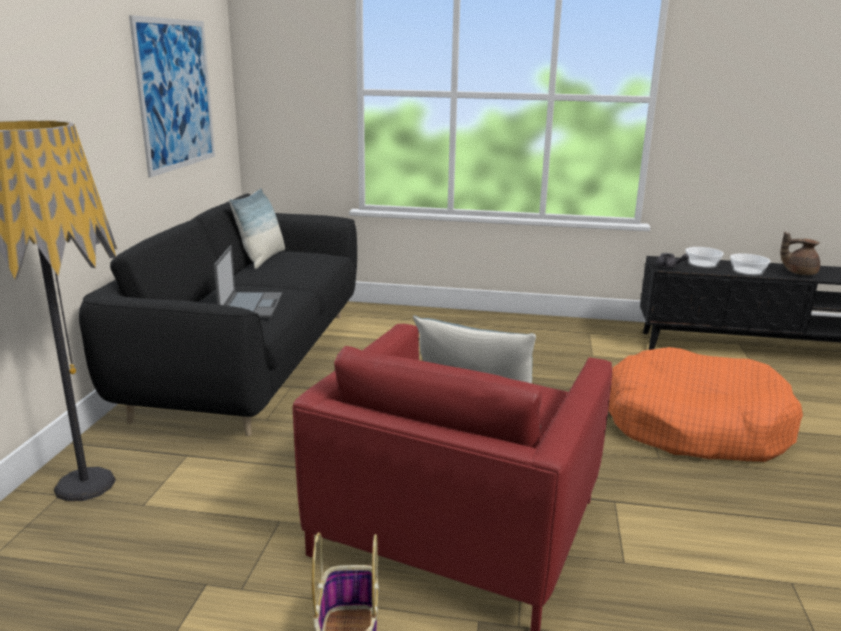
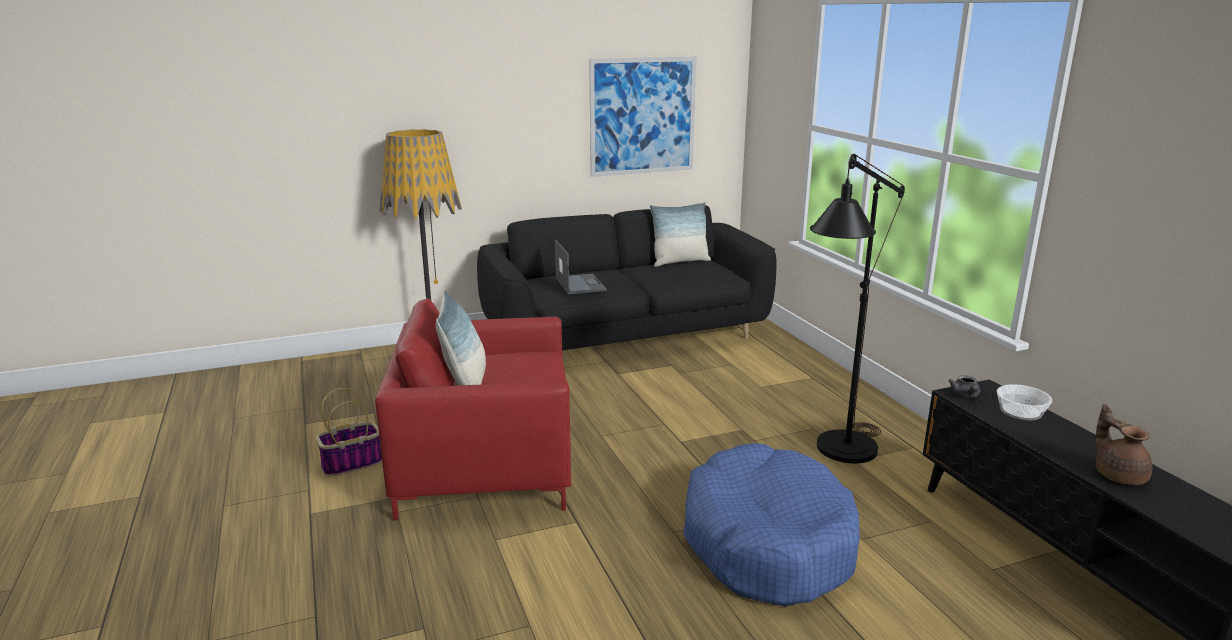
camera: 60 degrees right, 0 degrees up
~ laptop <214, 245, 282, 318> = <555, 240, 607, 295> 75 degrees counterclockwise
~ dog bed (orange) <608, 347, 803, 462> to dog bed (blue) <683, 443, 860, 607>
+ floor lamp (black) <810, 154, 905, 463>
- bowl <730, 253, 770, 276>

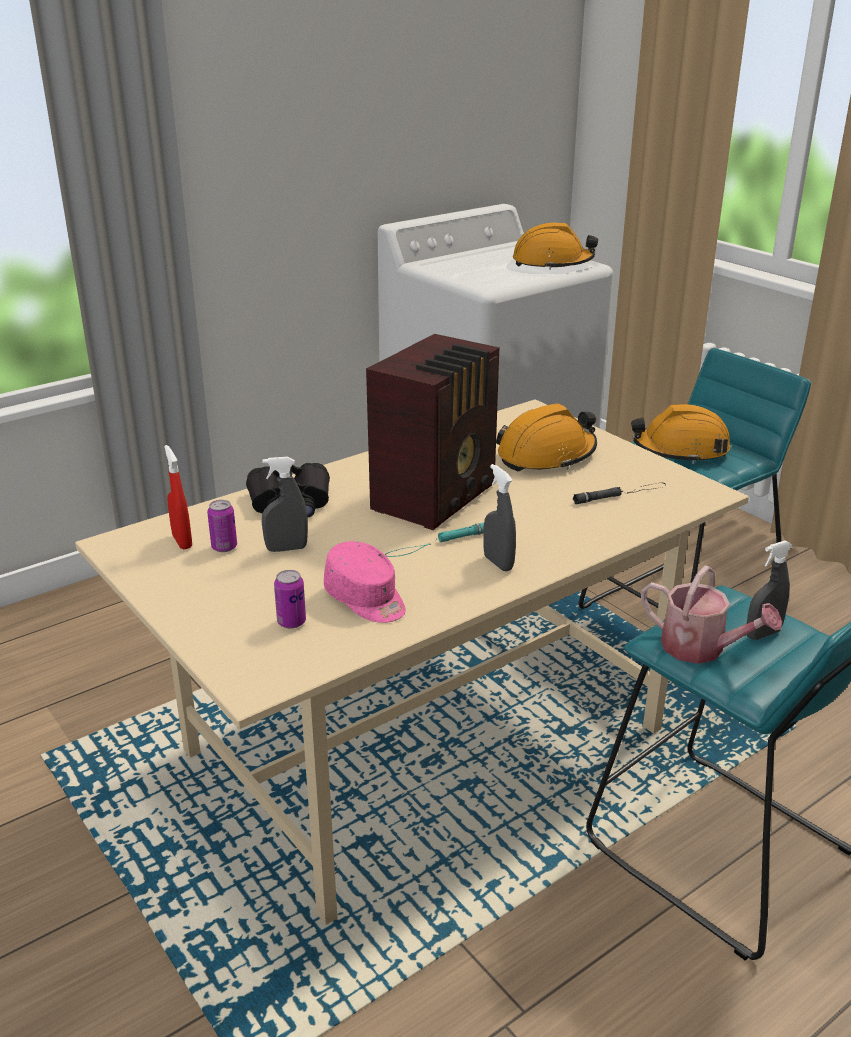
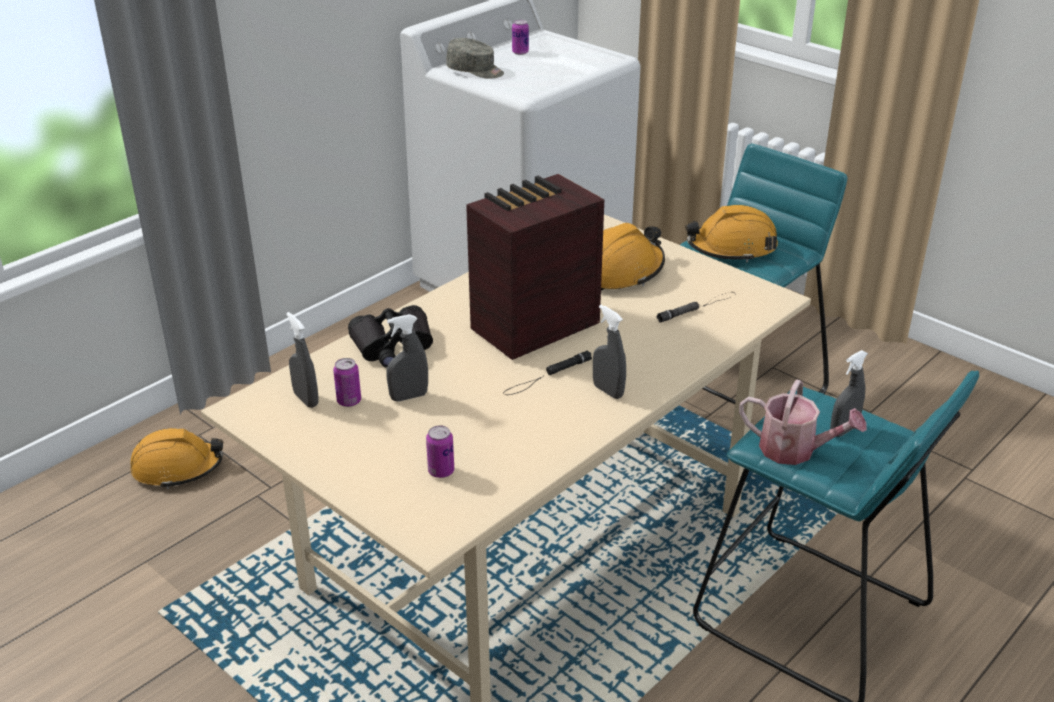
camera: 10 degrees left, 5 degrees up
~ hard hat (orange) <513, 223, 598, 270> to <130, 428, 223, 489>
~ spray bottle (red) <164, 445, 192, 549> to spray bottle (grey) <286, 312, 319, 408>
+ cap (grey) <446, 38, 504, 79>
~ radio <366, 334, 500, 530> = <466, 174, 604, 360> 150 degrees counterclockwise
~ flashlight (turquoise) <385, 522, 484, 557> to flashlight (black) <503, 350, 592, 395>
+ can <512, 20, 529, 55>
- cap (pink) <324, 541, 406, 623>

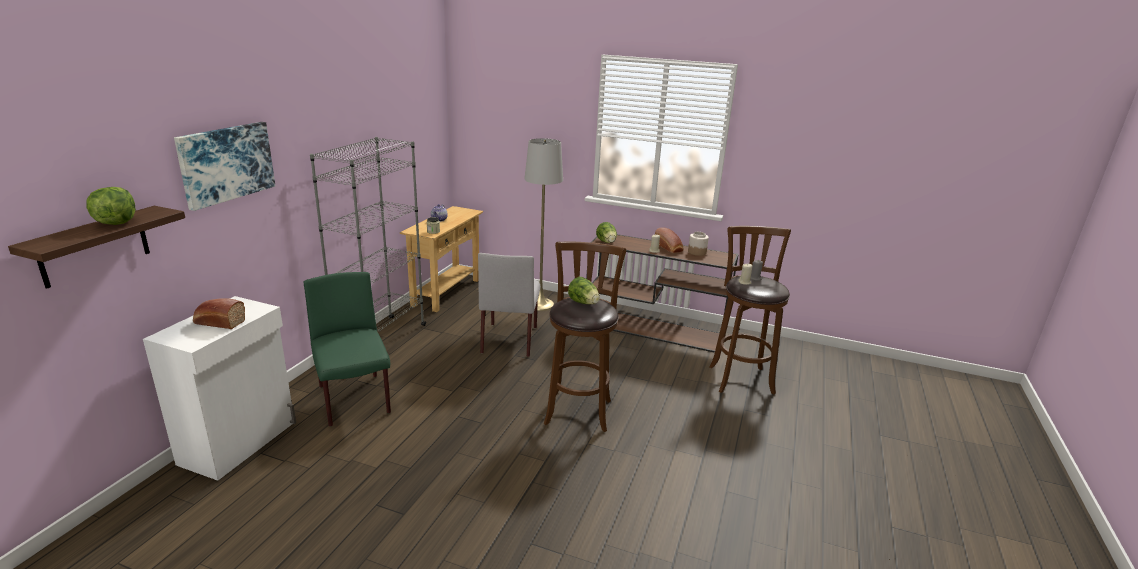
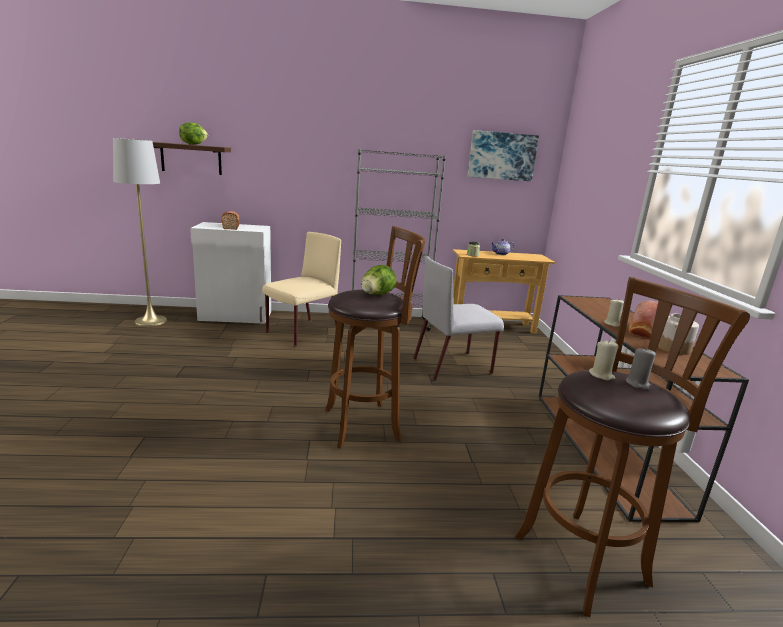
camera: 65 degrees right, 5 degrees down
~ floor lamp (grey) <524, 138, 563, 311> to <113, 138, 167, 327>
~ chair (green) <304, 272, 391, 427> to chair (beige) <262, 232, 341, 346>
~ picture <174, 122, 275, 211> to <468, 130, 539, 181>
- lettuce <596, 222, 617, 243>

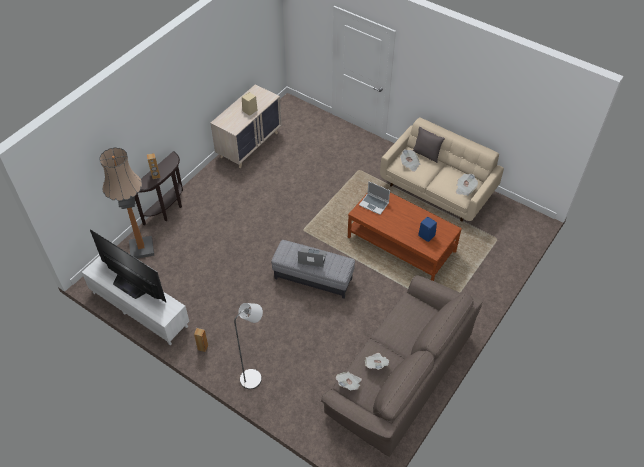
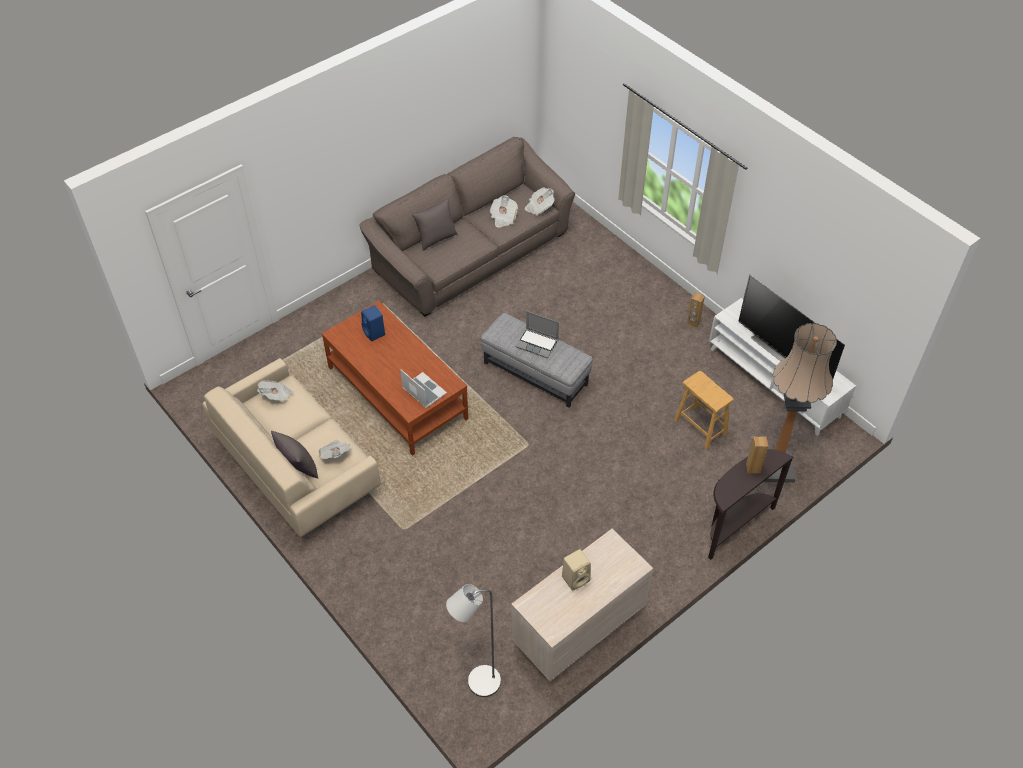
camera: 165 degrees left, 0 degrees up
+ pillow (grey) <412, 199, 457, 251>
~ floor lamp (grey) <234, 303, 263, 389> to <446, 584, 501, 697>
+ stool (brown) <674, 371, 734, 449>

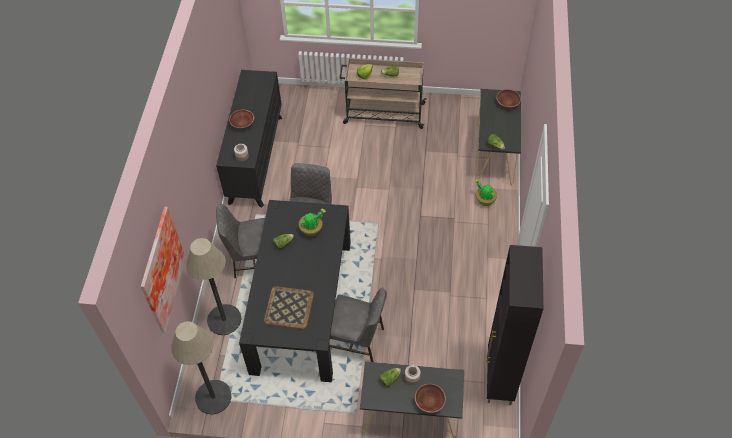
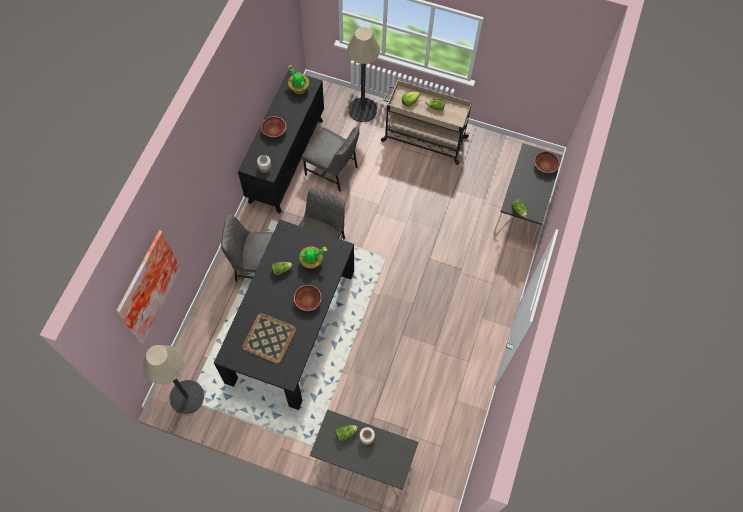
camera: 10 degrees right, 10 degrees up
~ potted plant <474, 179, 497, 206> to <288, 65, 309, 94>
~ bowl (brown) <415, 383, 446, 413> to <294, 285, 322, 311>
~ chair (grey) <330, 288, 387, 362> to <302, 127, 360, 192>
~ floor lamp <186, 238, 242, 335> to <347, 27, 380, 122>
- cabinet (black) <486, 245, 544, 405>

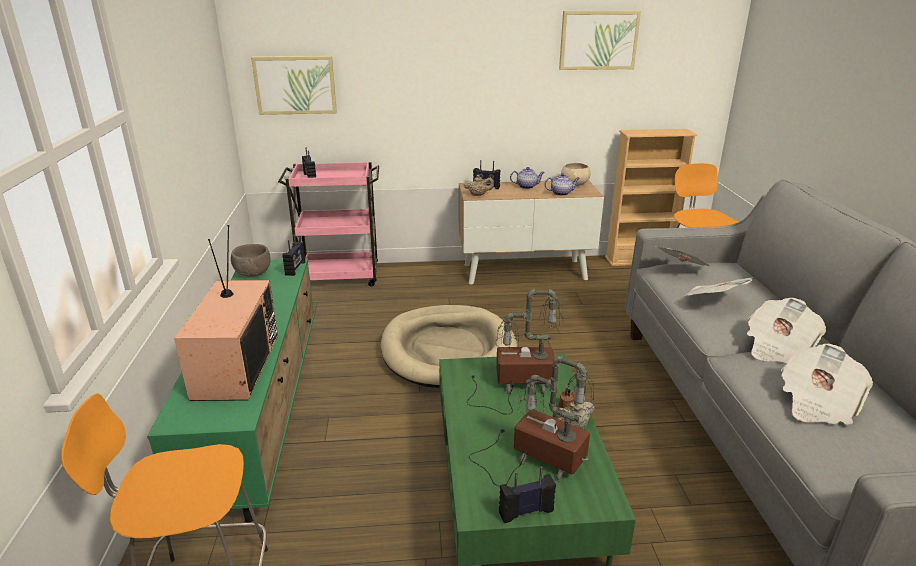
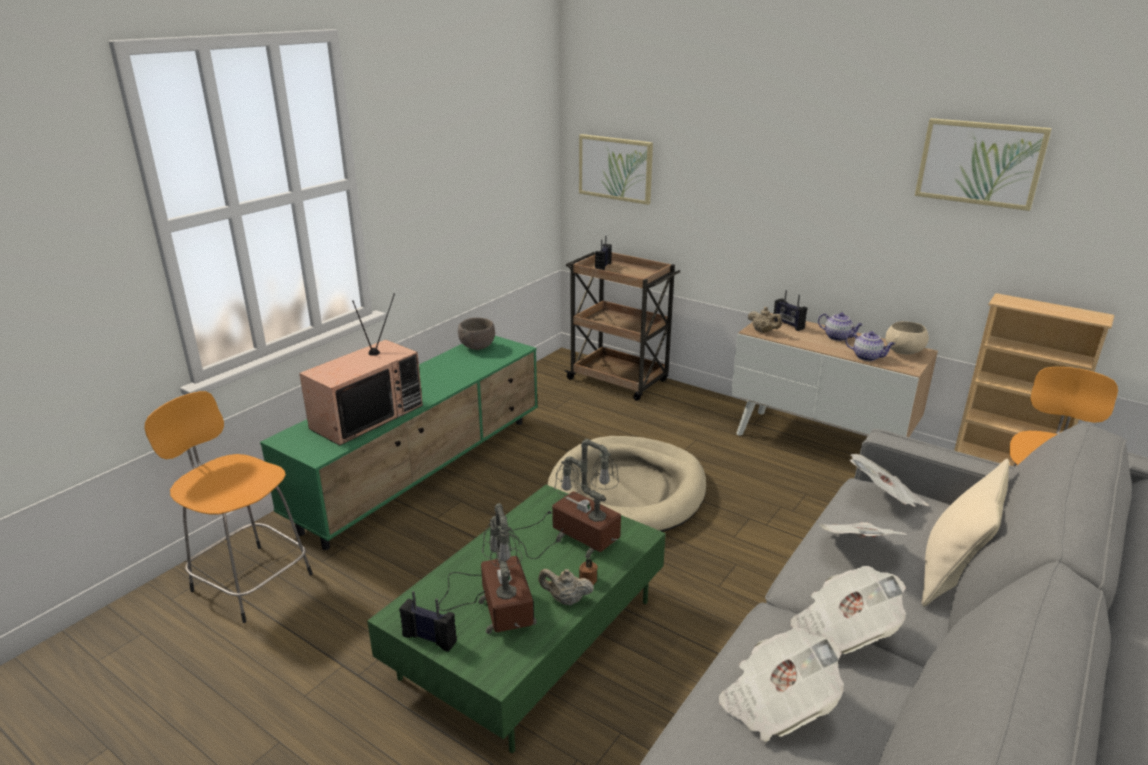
camera: 40 degrees right, 0 degrees up
~ cart (pink) <278, 162, 379, 287> to cart (brown) <565, 252, 680, 401>
+ pillow (beige) <921, 459, 1009, 607>
- radio <282, 234, 305, 276>

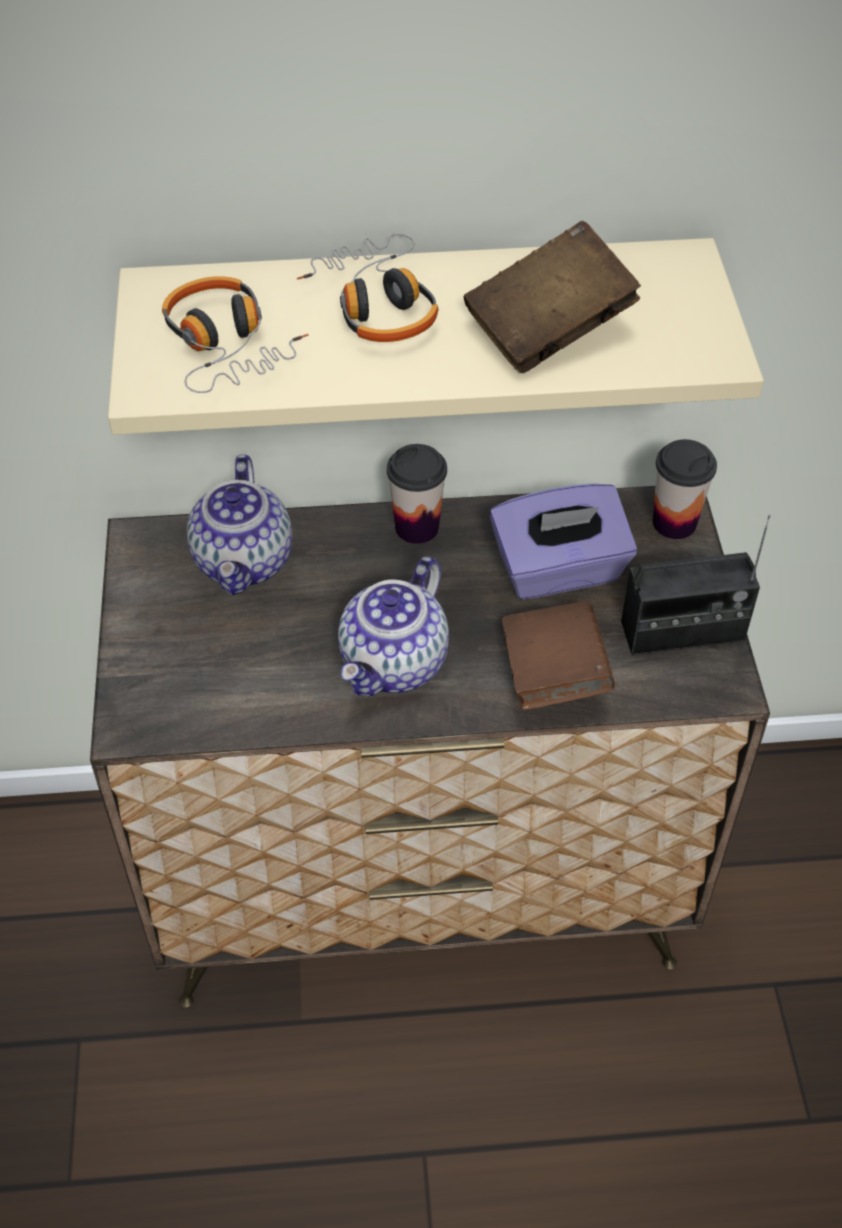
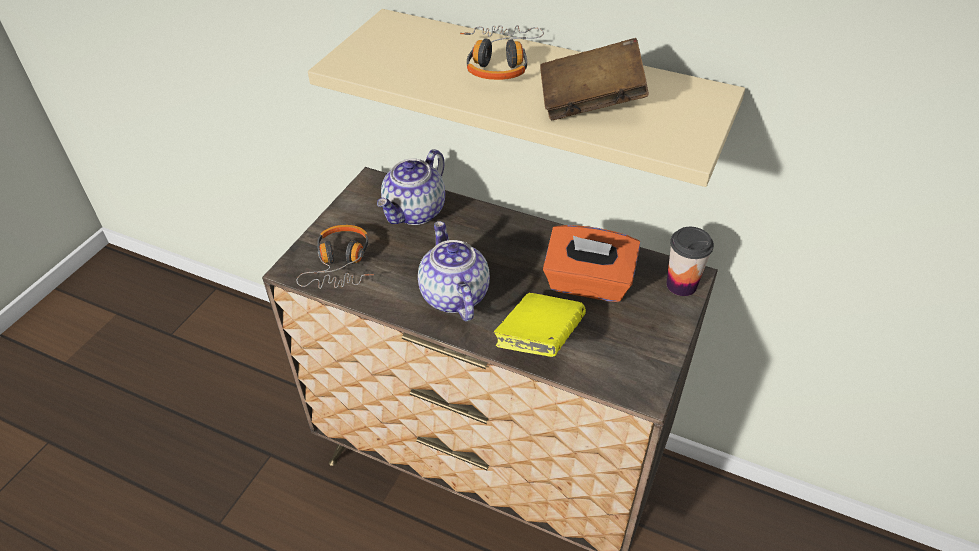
camera: 30 degrees right, 5 degrees down
~ headphones <162, 276, 308, 393> to <296, 225, 374, 289>
~ teapot <338, 556, 449, 696> = <418, 221, 490, 322> 105 degrees clockwise
~ book (brown) <502, 602, 615, 710> to book (yellow) <494, 293, 586, 357>
~ tissue box (purple) <489, 483, 637, 599> to tissue box (orange) <543, 225, 640, 302>
- cup <387, 444, 447, 544>
- radio <621, 515, 770, 655>

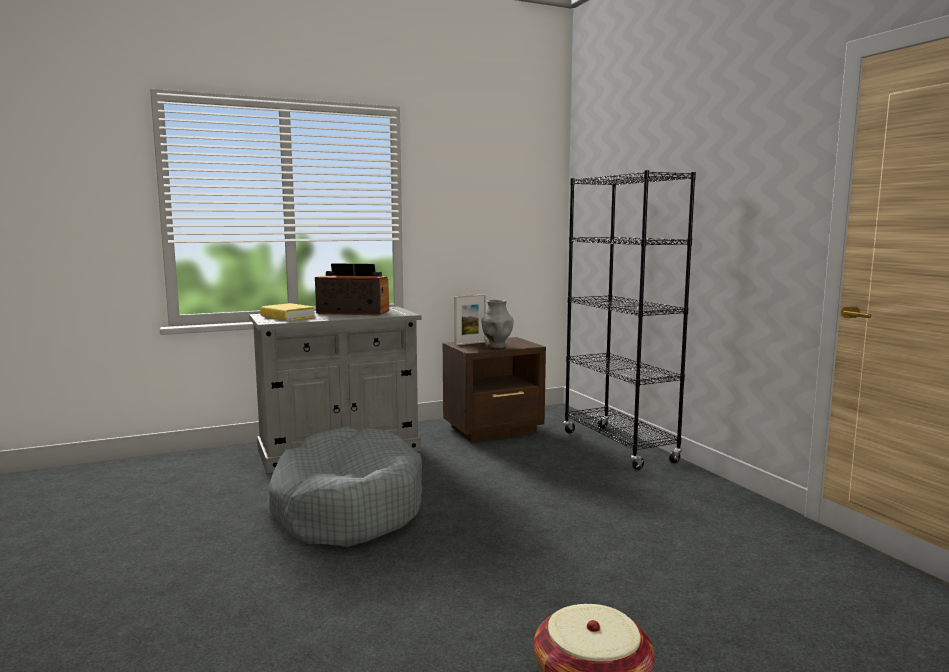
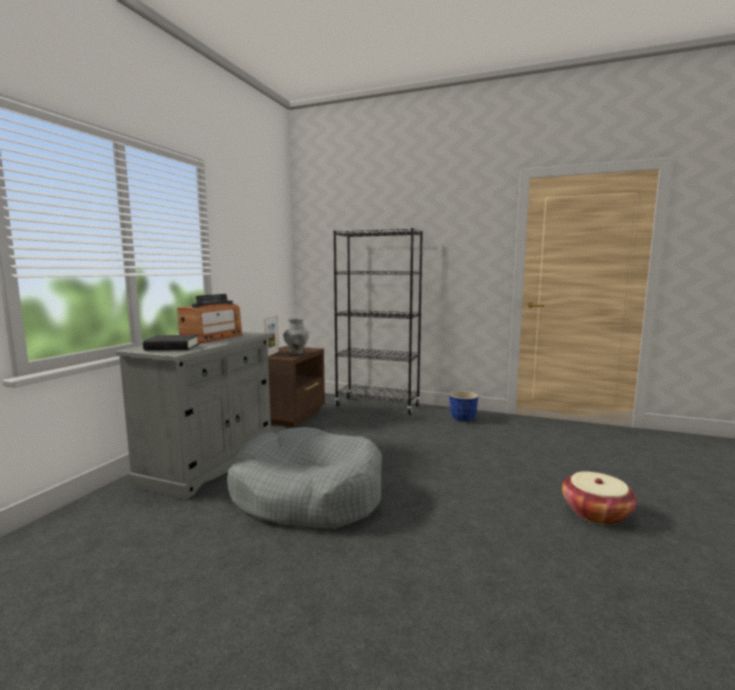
camera: 45 degrees left, 0 degrees up
~ book (yellow) <260, 303, 316, 321> to book (black) <143, 335, 199, 350>
~ radio <315, 263, 389, 316> = <177, 294, 242, 343> 150 degrees clockwise
+ planter <449, 391, 478, 421>

